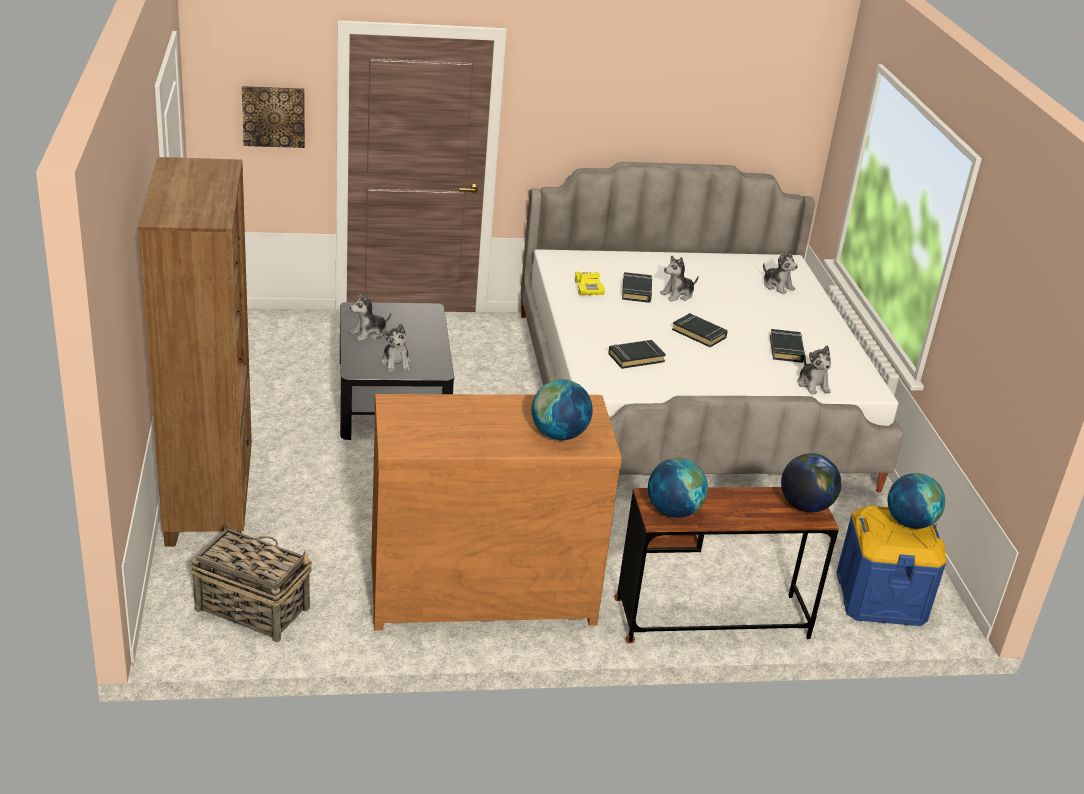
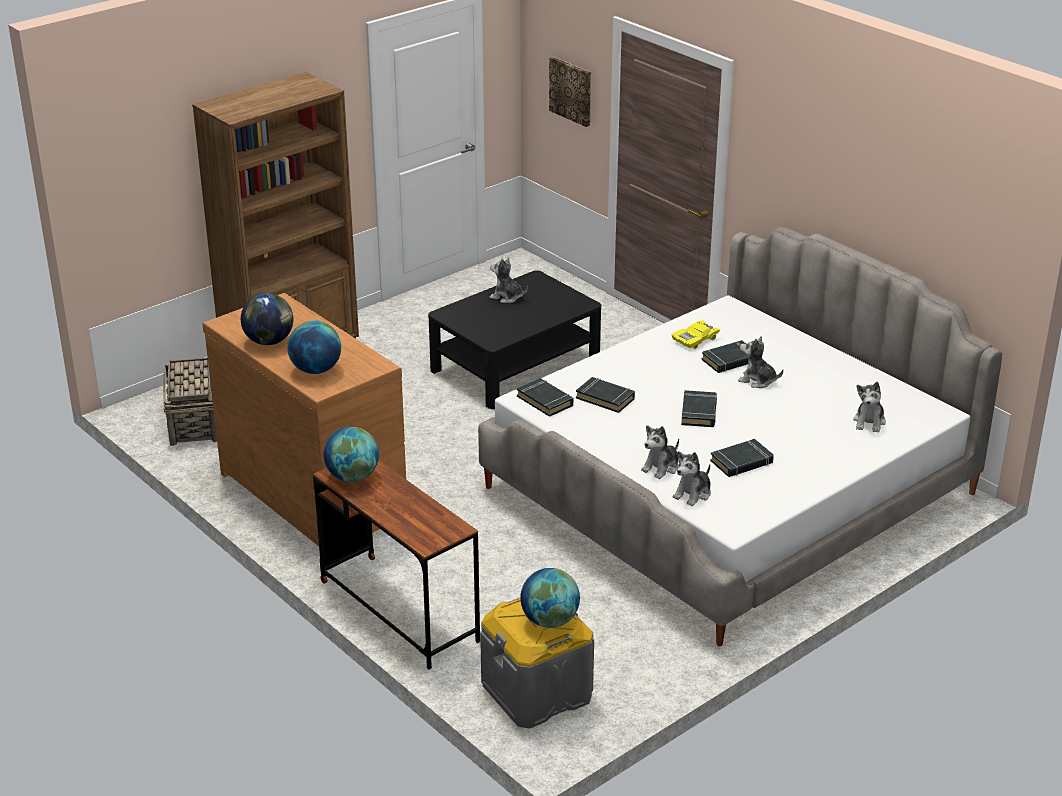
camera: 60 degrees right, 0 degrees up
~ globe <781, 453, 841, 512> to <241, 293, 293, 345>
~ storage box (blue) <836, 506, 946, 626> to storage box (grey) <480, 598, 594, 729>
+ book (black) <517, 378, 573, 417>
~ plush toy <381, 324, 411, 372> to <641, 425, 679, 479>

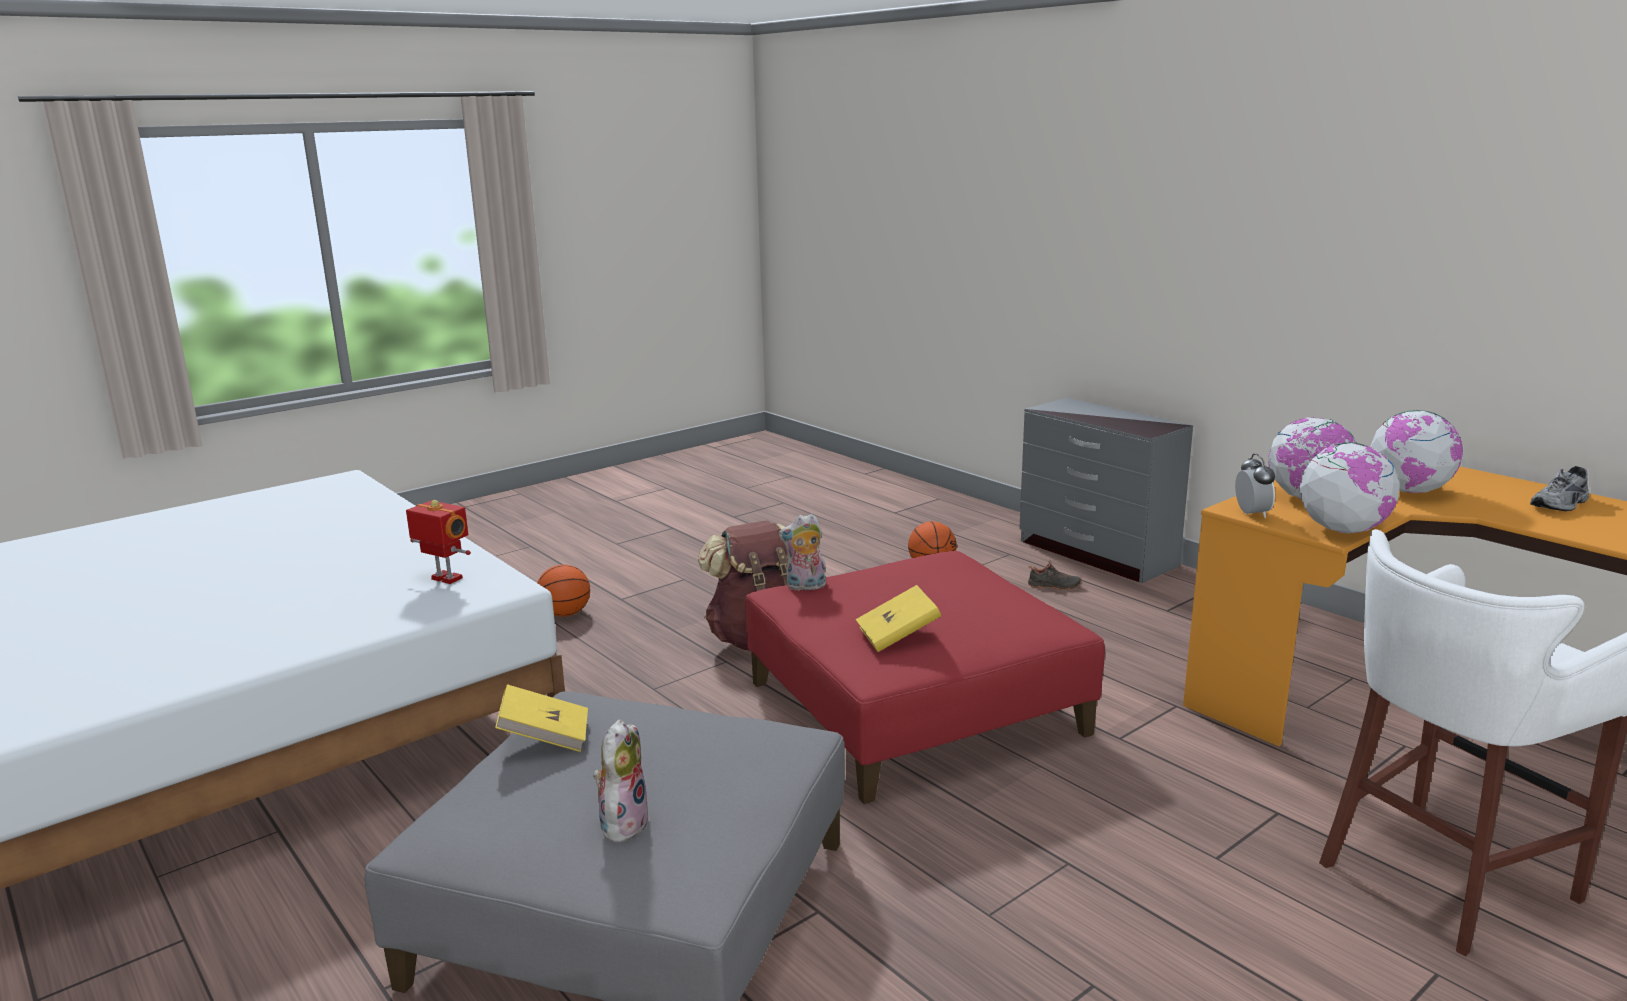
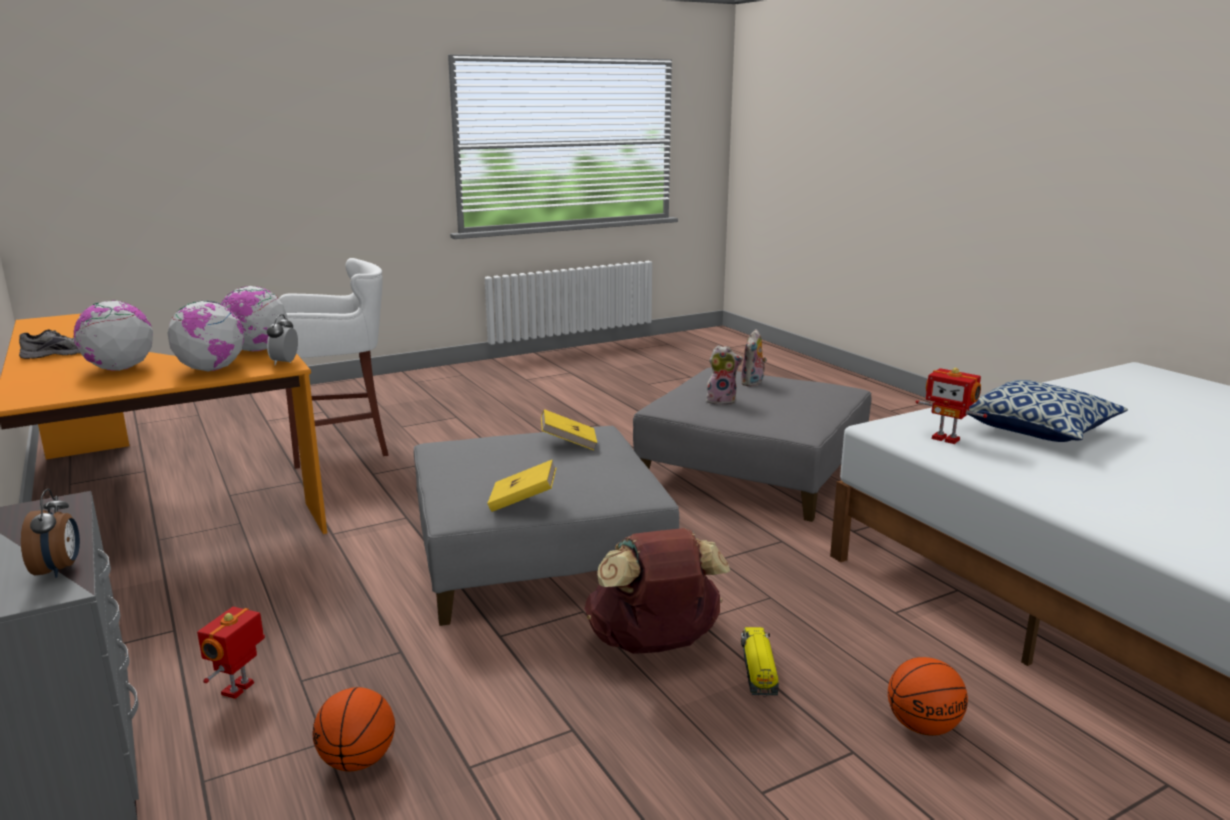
camera: 170 degrees left, 0 degrees up
+ alarm clock <21, 489, 80, 578>
~ shoe (black) <1028, 560, 1082, 590> to toy robot <197, 607, 265, 699>
~ ottoman (red) <746, 551, 1105, 804> to ottoman (grey) <414, 426, 679, 626>
~ book (yellow) <495, 684, 588, 752> to <487, 460, 556, 512>
~ plush toy <778, 514, 826, 591> to <706, 345, 743, 405>
+ toy truck <741, 627, 779, 695>
+ pillow <968, 380, 1128, 442>

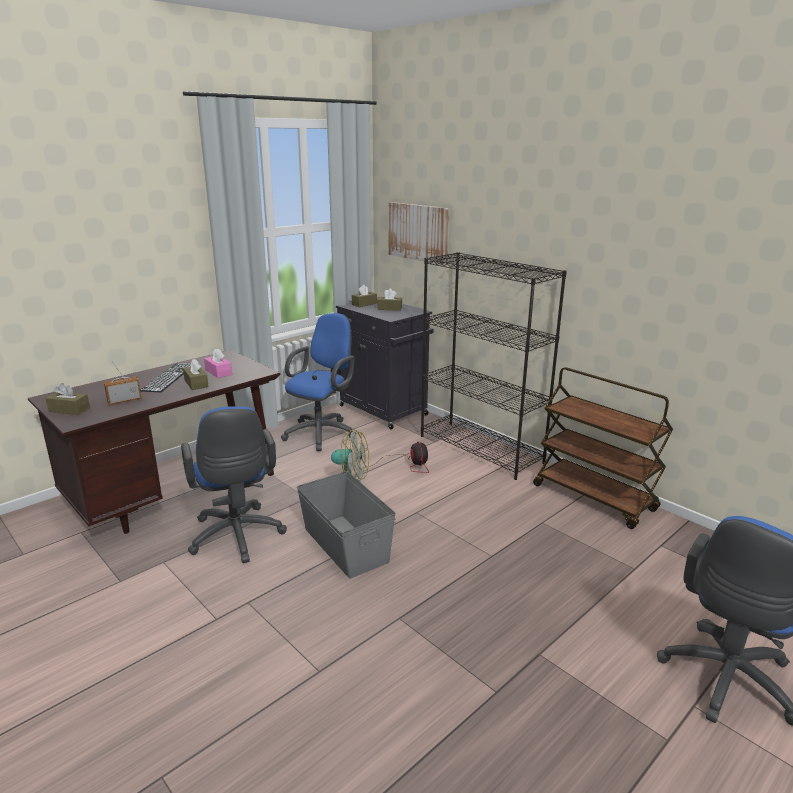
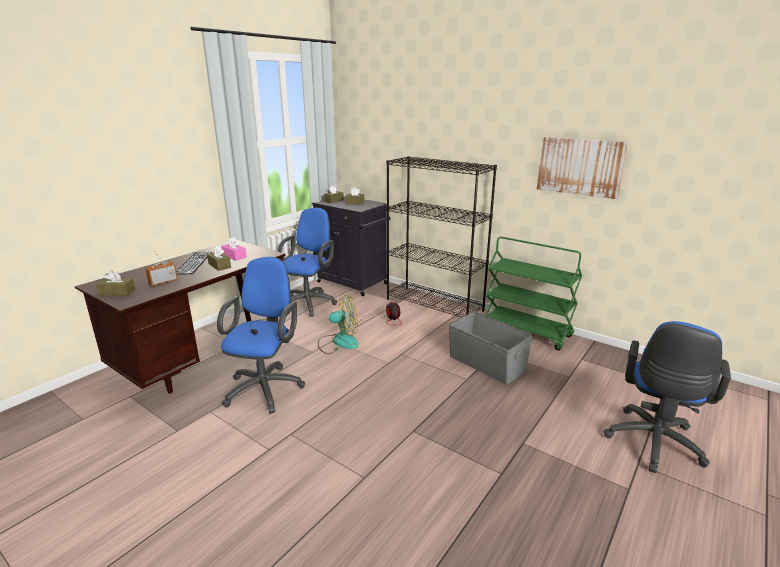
camera: 10 degrees left, 0 degrees up
~ office chair (blue) <181, 406, 287, 563> = <217, 257, 305, 414> 135 degrees counterclockwise
~ storage box (grey) <297, 471, 396, 578> to <449, 312, 533, 385>
~ cart (brown) <533, 367, 673, 529> to cart (green) <485, 237, 582, 350>
~ picture <389, 202, 449, 265> to <537, 137, 628, 199>

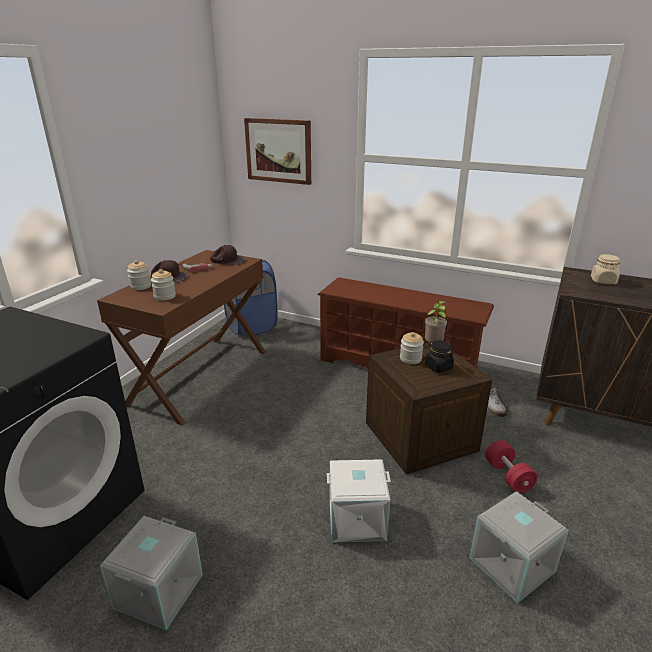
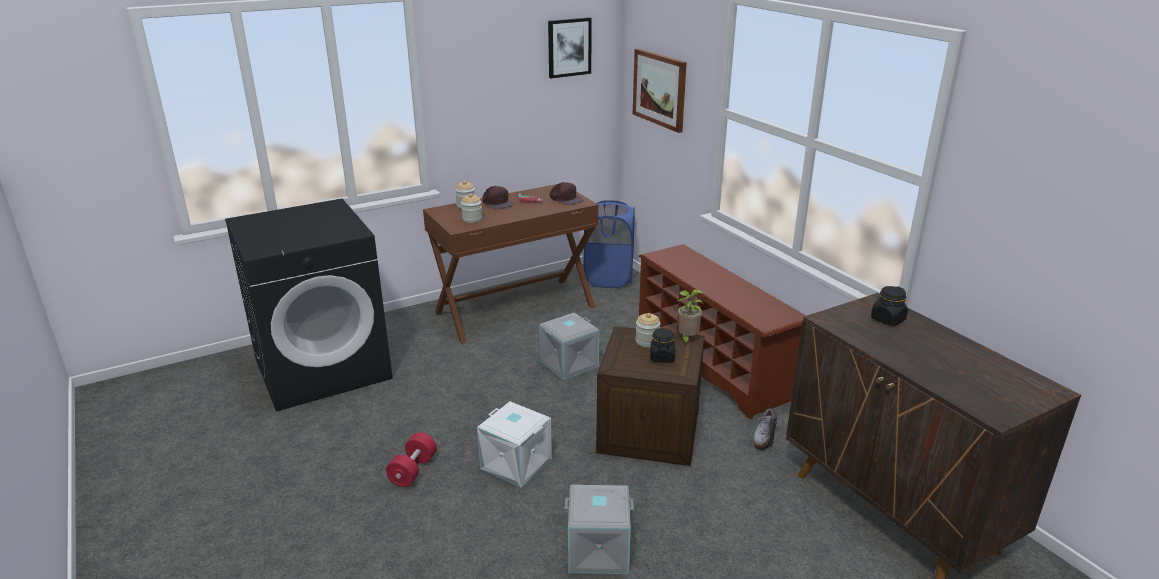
camera: 35 degrees right, 0 degrees up
~ dumbbell (red) <485, 440, 538, 493> to <386, 432, 437, 487>
~ storage box (grey) <100, 516, 203, 630> to <539, 313, 599, 380>
+ picture <548, 17, 592, 78>
~ jar (beige) <591, 254, 620, 284> to jar (black) <871, 286, 908, 326>

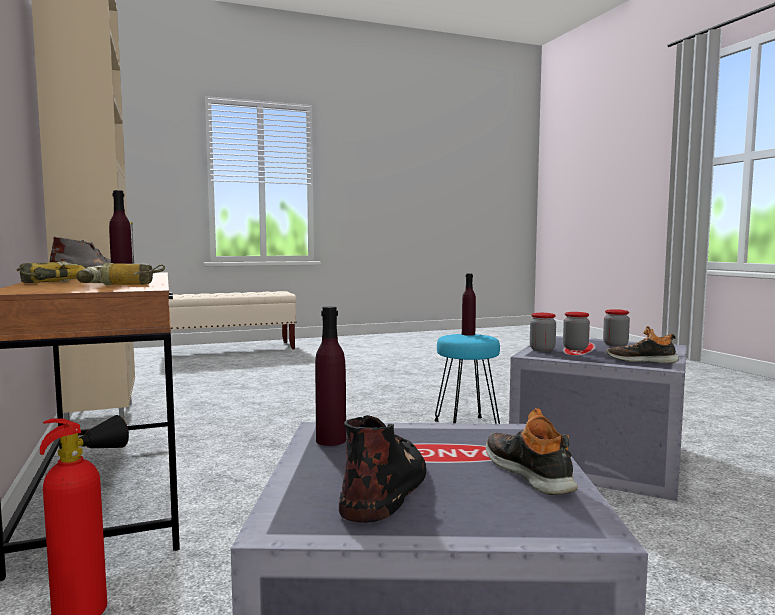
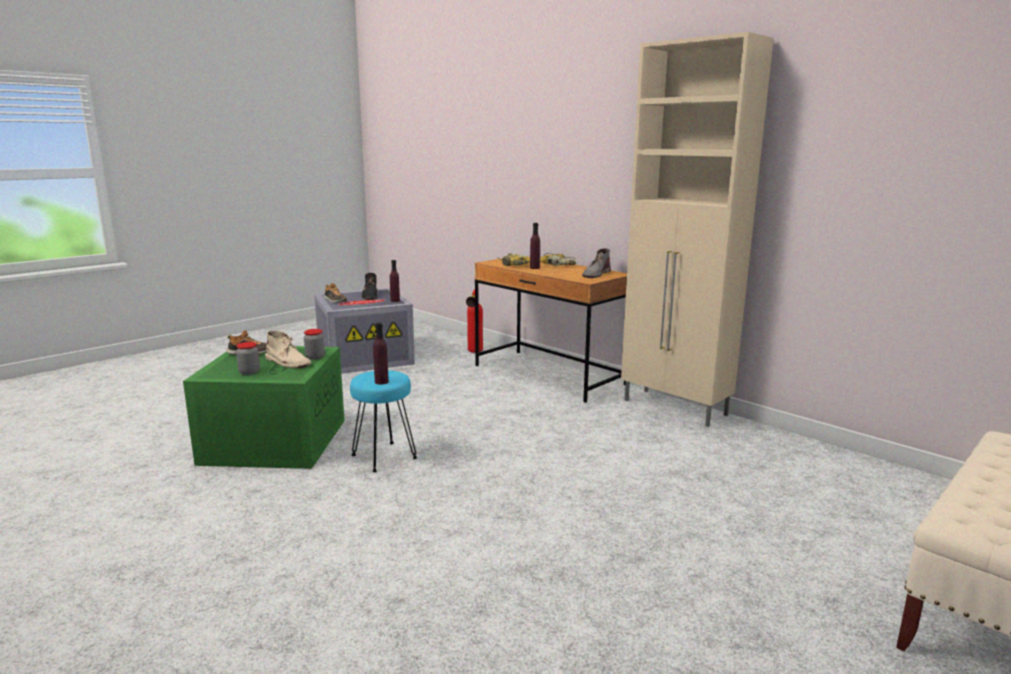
camera: 155 degrees right, 10 degrees up
~ storage box (grey) <509, 336, 687, 501> to storage box (green) <183, 346, 345, 469>
~ jar <563, 312, 590, 350> to boot (beige) <265, 331, 311, 368>

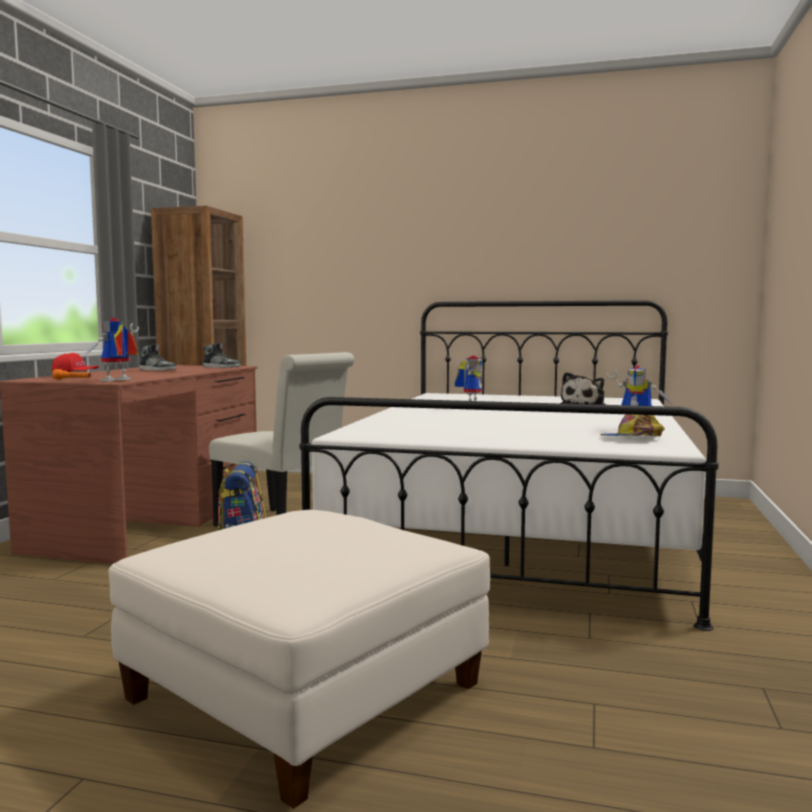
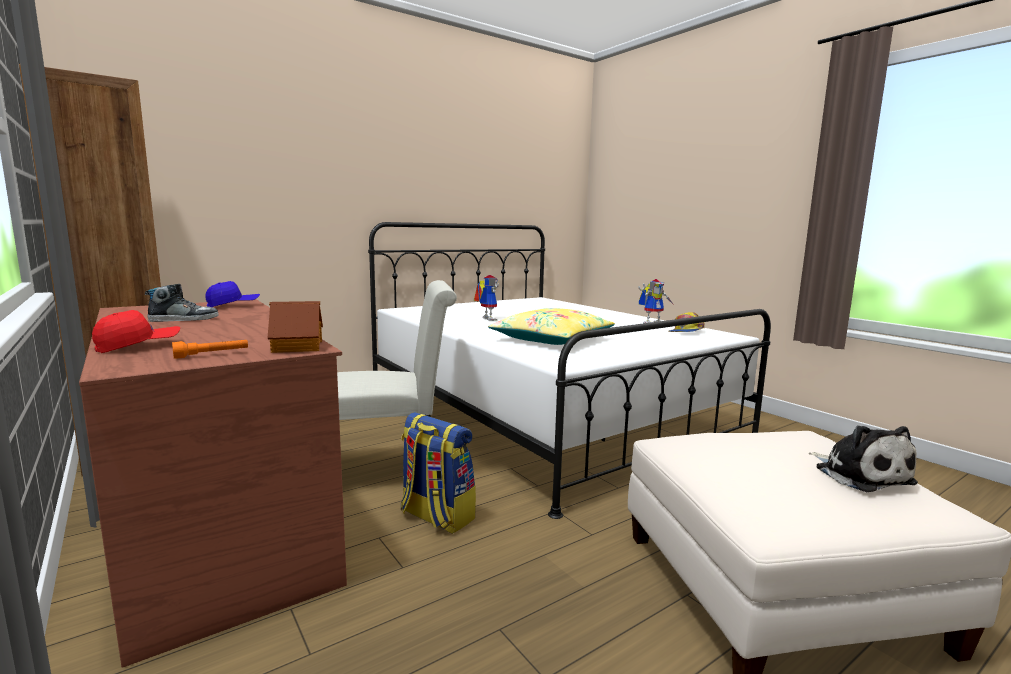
camera: 50 degrees left, 5 degrees up
~ shoe <203, 343, 240, 368> to cap (blue) <205, 281, 260, 307>
~ toy robot <85, 317, 139, 382> to toy house <268, 301, 323, 353>
+ pillow (yellow) <488, 308, 615, 345>
~ plush toy <561, 372, 606, 405> to <809, 425, 918, 492>

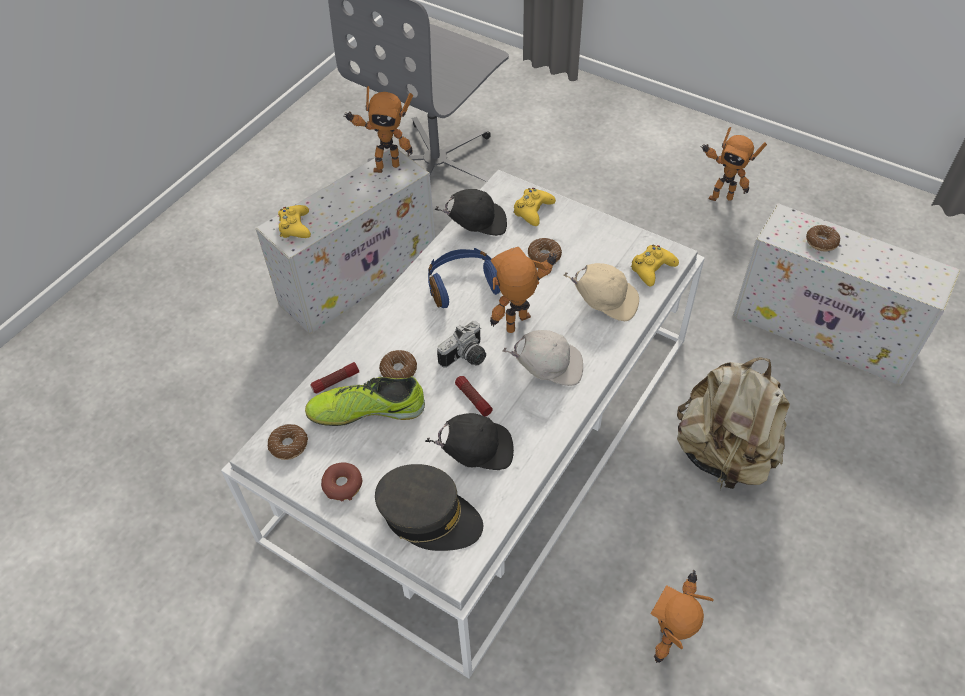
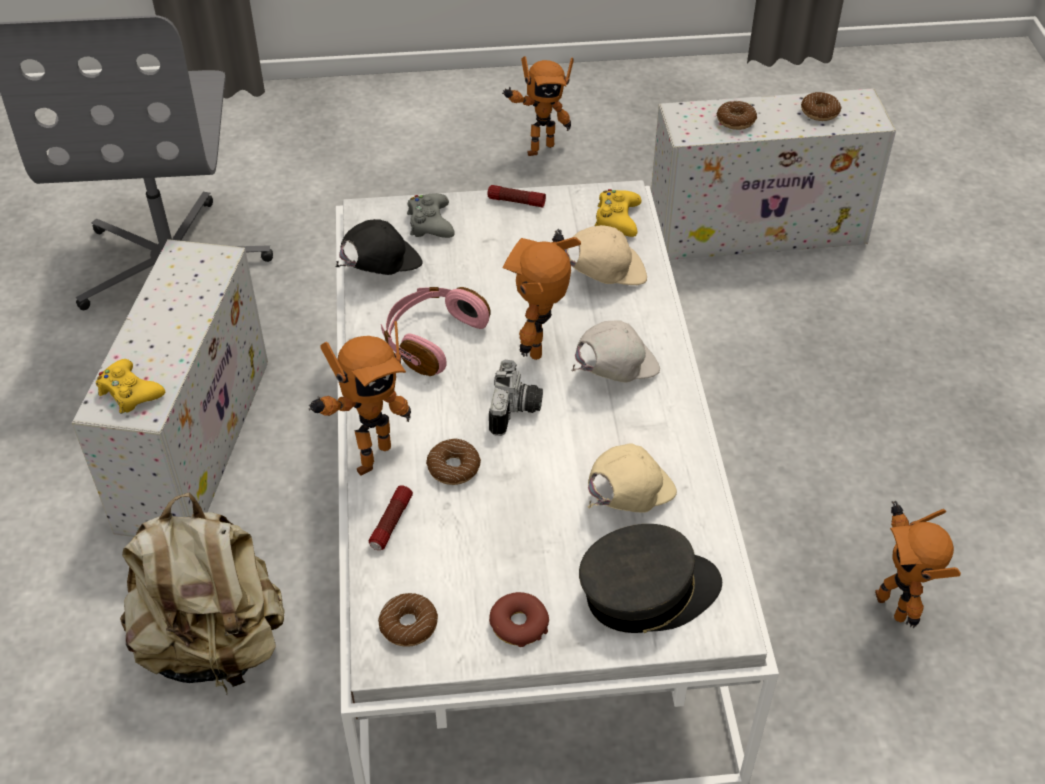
camera: 40 degrees left, 5 degrees down
~ backpack (beige) <677, 357, 790, 491> to <120, 492, 285, 695>
~ toy robot <343, 86, 413, 173> to <309, 321, 411, 475>
~ headphones (blue) <428, 248, 500, 308> to headphones (pink) <381, 287, 490, 376>
~ game controller (yellow) <513, 188, 556, 226> to game controller (grey) <407, 193, 455, 238>
~ flashlight <455, 376, 493, 416> to <487, 185, 546, 207>
~ cap (black) <425, 413, 514, 470> to cap (beige) <587, 443, 677, 513>
~ donut <528, 238, 562, 263> to <801, 92, 841, 121>
- shoe <305, 376, 425, 426>

